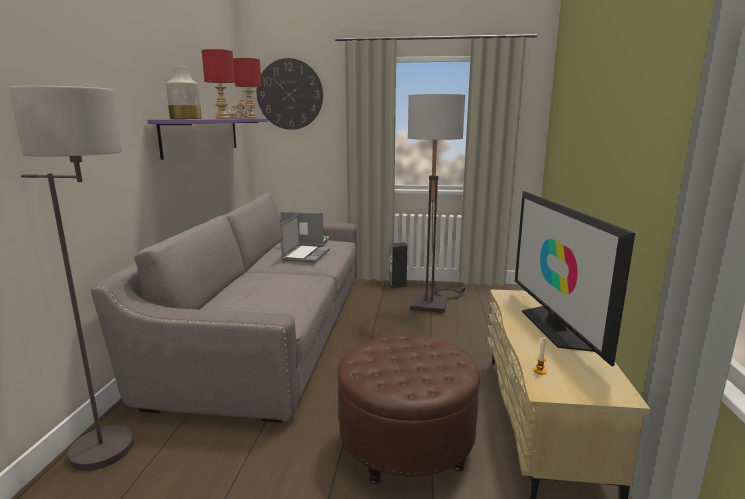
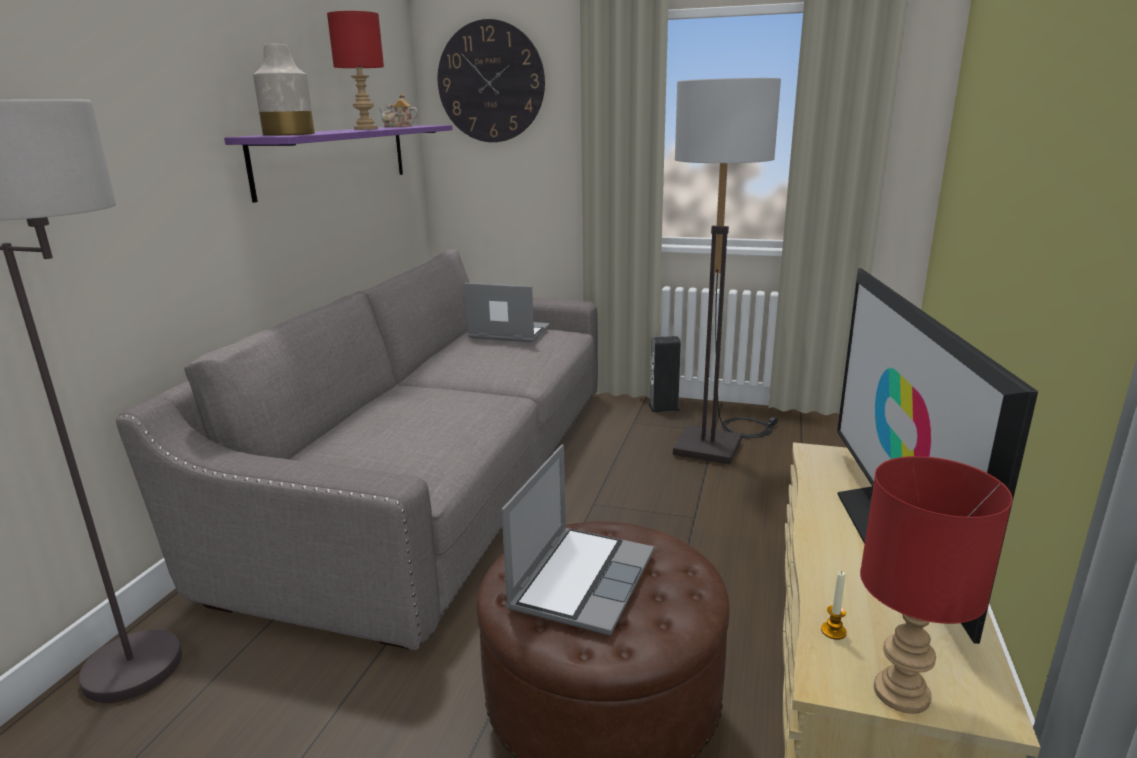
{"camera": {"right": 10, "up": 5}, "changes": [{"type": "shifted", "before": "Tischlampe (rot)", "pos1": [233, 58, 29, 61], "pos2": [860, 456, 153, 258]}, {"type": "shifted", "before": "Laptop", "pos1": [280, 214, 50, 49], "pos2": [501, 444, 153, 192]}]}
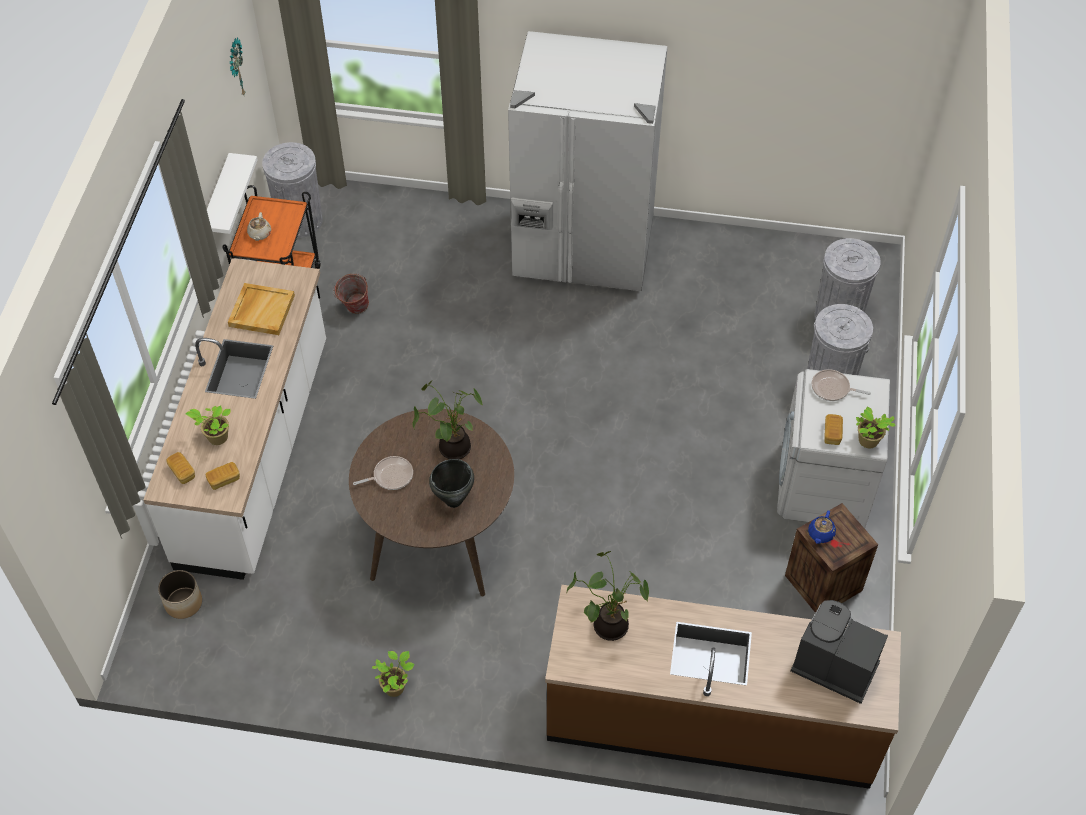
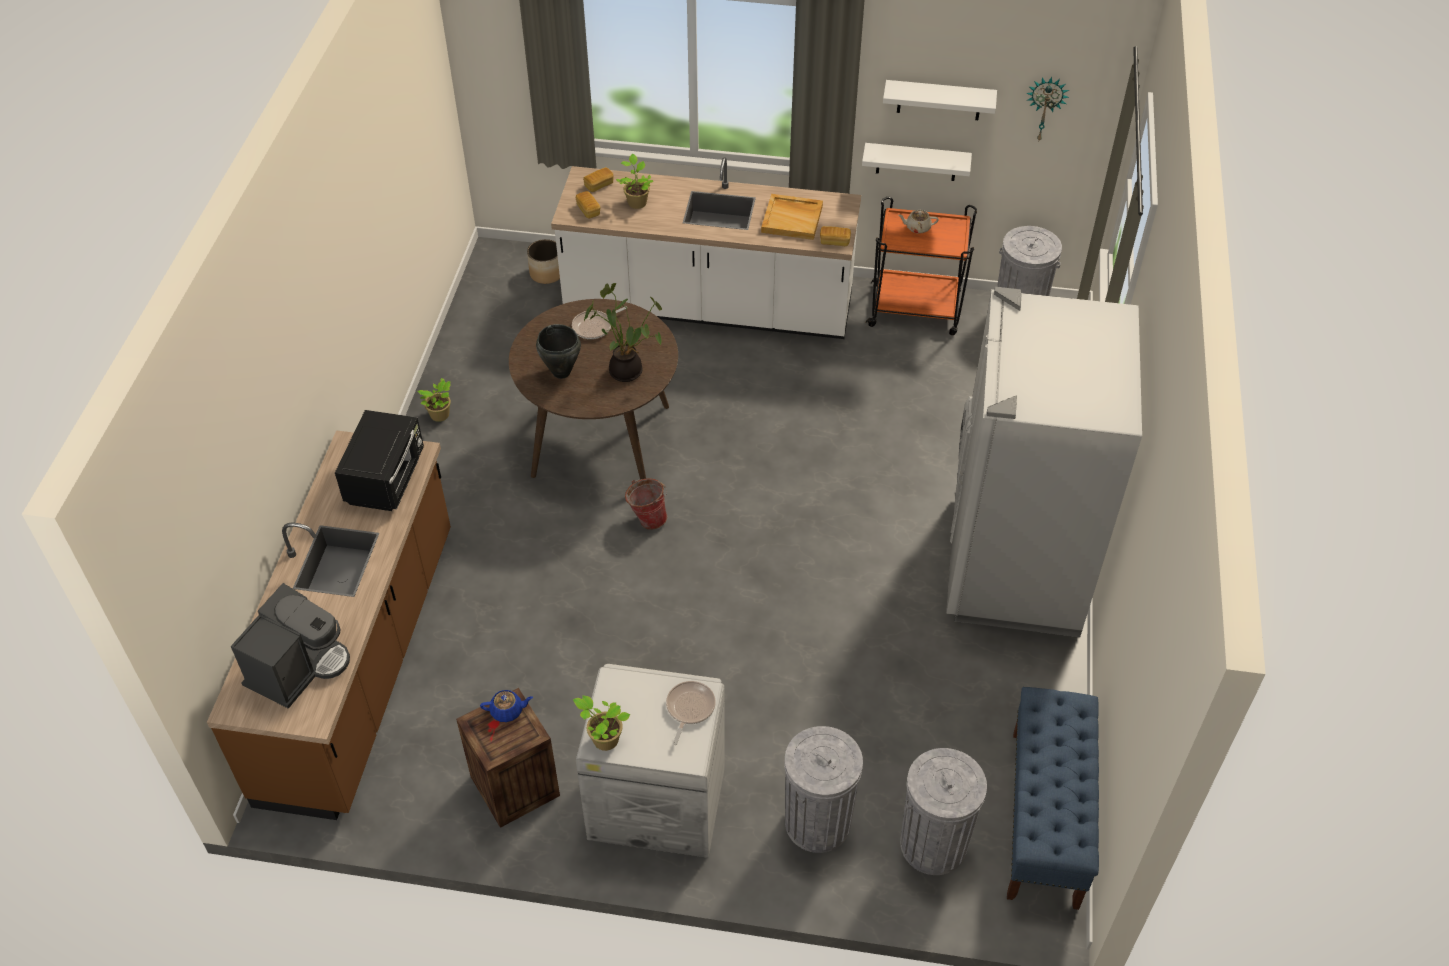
{"camera": {"right": 90, "up": -5}, "changes": [{"type": "new", "after": "Wandregal (weiß)", "pos2": [883, 80, 114, 40]}, {"type": "new", "after": "Bank (blau)", "pos2": [1007, 687, 92, 223]}, {"type": "shifted", "before": "Eimer", "pos1": [333, 273, 36, 41], "pos2": [625, 478, 42, 52]}, {"type": "shifted", "before": "Brot", "pos1": [824, 414, 19, 31], "pos2": [820, 226, 31, 20]}, {"type": "swapped", "before": "Topfpflanze", "after": "Mikrowelle (schwarz)", "pos1": [566, 551, 83, 90], "pos2": [335, 410, 89, 101]}, {"type": "rotated", "before": "Pfanne", "pos1": [353, 456, 60, 34], "pos2": [572, 306, 54, 33], "turn": 75}, {"type": "rotated", "before": "Teekanne (blau)", "pos1": [808, 510, 28, 34], "pos2": [480, 690, 53, 32], "turn": 150}]}
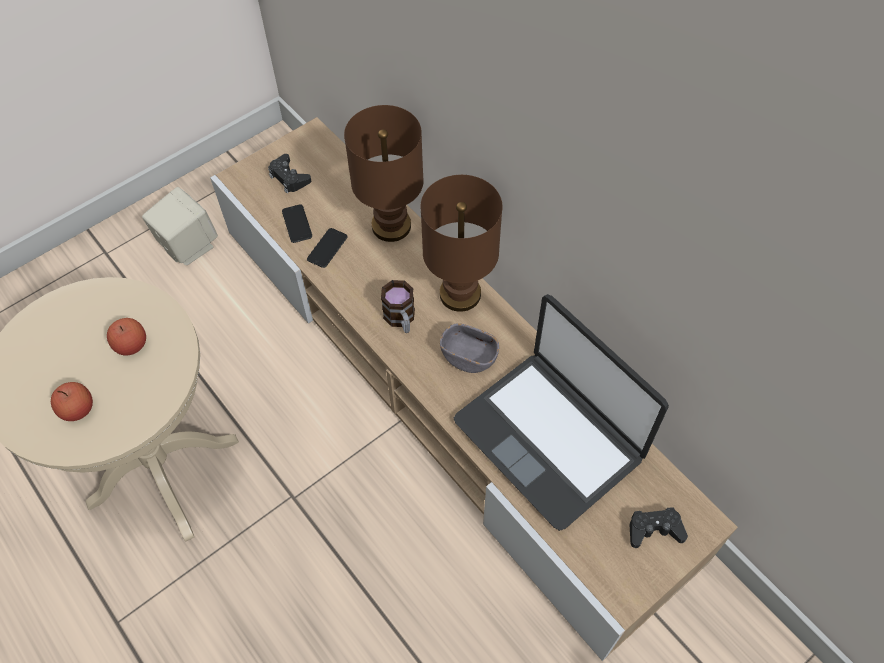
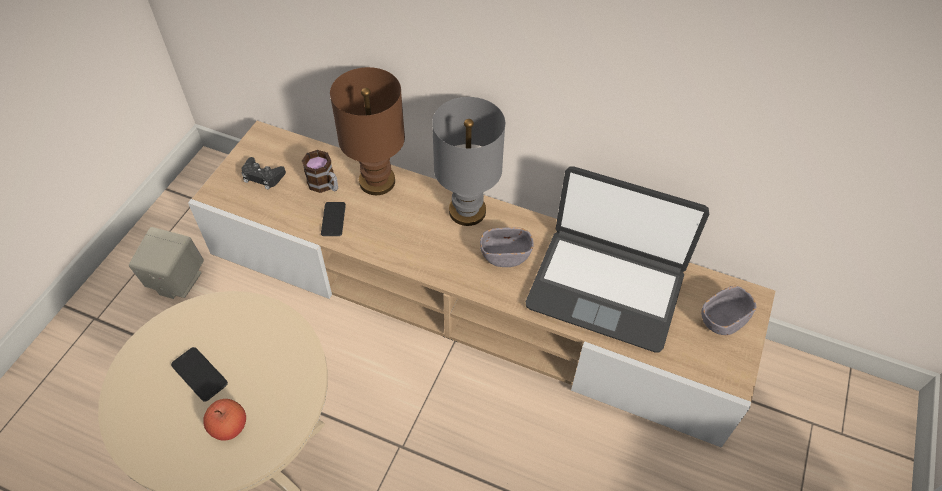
{"camera": {"right": -30, "up": -5}, "changes": [{"type": "gone", "before": "Apfel", "pos1": [107, 318, 39, 38]}, {"type": "shifted", "before": "Handy", "pos1": [282, 204, 30, 39], "pos2": [171, 347, 57, 55]}, {"type": "shifted", "before": "Henkelbecher", "pos1": [381, 280, 34, 53], "pos2": [302, 150, 36, 43]}, {"type": "swapped", "before": "Gamepad (schwarz)", "after": "Schüssel (grau)", "pos1": [629, 507, 59, 41], "pos2": [701, 286, 55, 49]}, {"type": "repainted", "before": "Tischlampe (braun)", "after": "Tischlampe (grau)", "pos1": [420, 175, 82, 137], "pos2": [432, 97, 73, 129]}]}
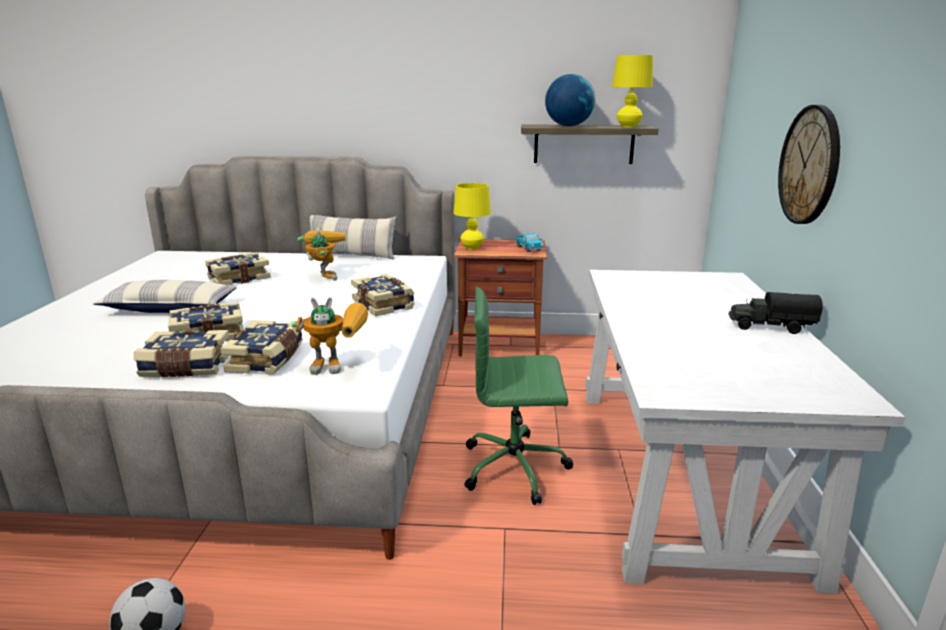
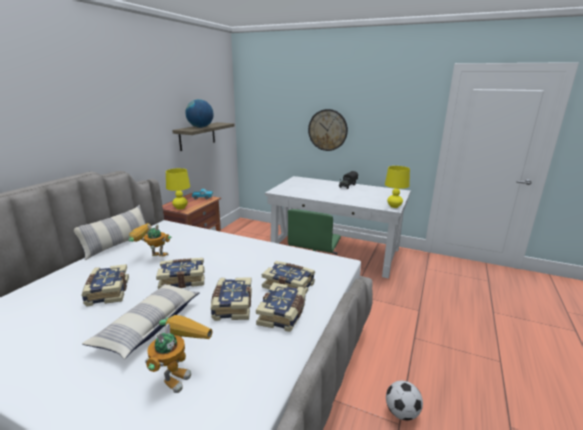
{"camera": {"right": -70, "up": 0}, "changes": [{"type": "shifted", "before": "Spielzeugroboter", "pos1": [291, 297, 77, 78], "pos2": [145, 315, 67, 78]}, {"type": "shifted", "before": "Buch", "pos1": [351, 274, 64, 42], "pos2": [156, 258, 49, 31]}, {"type": "shifted", "before": "Tischlampe (gelb)", "pos1": [612, 55, 41, 72], "pos2": [385, 166, 25, 42]}]}
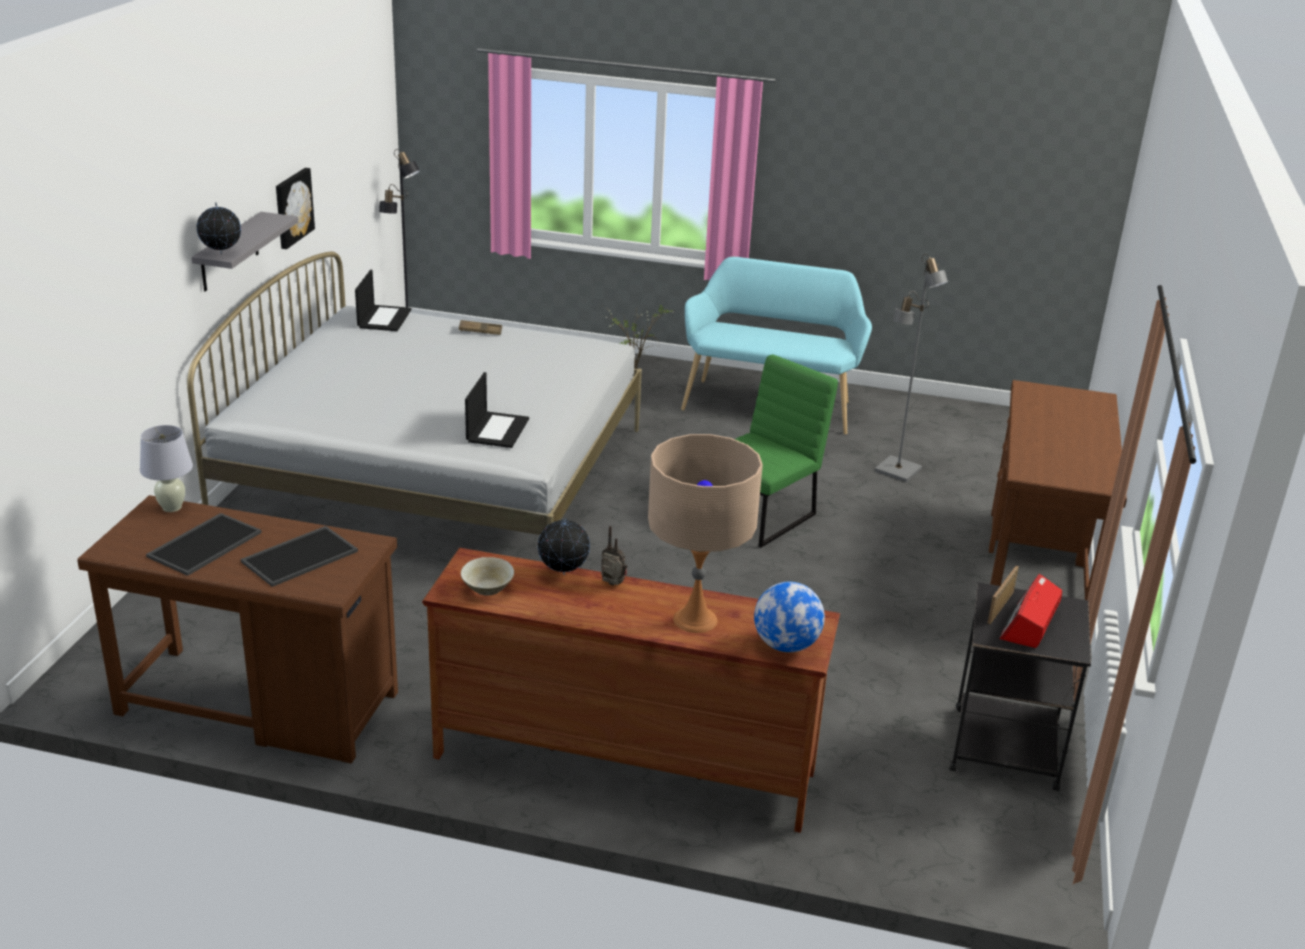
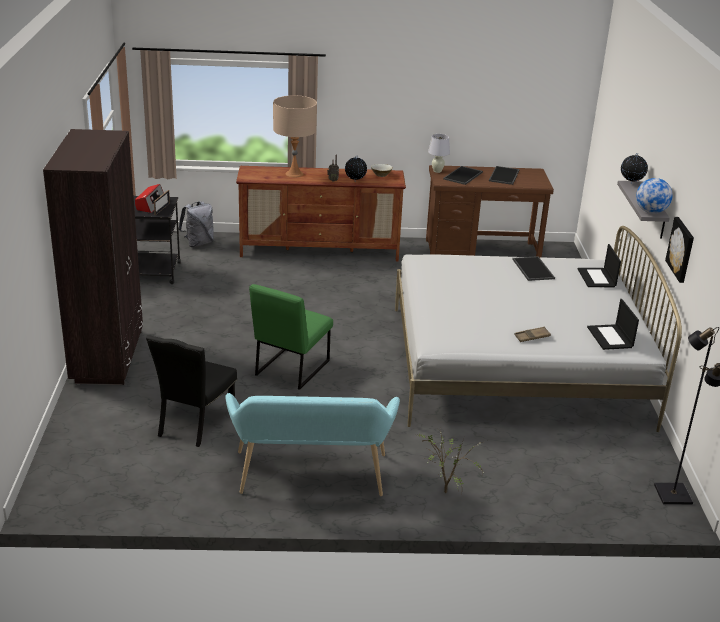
{"camera": {"right": 165, "up": 0}, "changes": [{"type": "new", "after": "Rucksack (grau)", "pos2": [178, 201, 36, 46]}, {"type": "new", "after": "Tablett", "pos2": [512, 256, 43, 25]}, {"type": "shifted", "before": "Tischlampe (weiß)", "pos1": [140, 425, 53, 87], "pos2": [428, 134, 22, 39]}, {"type": "shifted", "before": "Laptop", "pos1": [465, 372, 64, 76], "pos2": [578, 244, 43, 43]}, {"type": "shifted", "before": "Globus", "pos1": [754, 582, 71, 70], "pos2": [636, 178, 37, 35]}, {"type": "swapped", "before": "Stehlampe (grau)", "after": "Stuhl (schwarz)", "pos1": [875, 254, 73, 228], "pos2": [146, 335, 91, 112]}, {"type": "swapped", "before": "Schreibtisch (braun)", "after": "Kleiderschrank (braun)", "pos1": [989, 380, 138, 220], "pos2": [43, 129, 100, 256]}]}
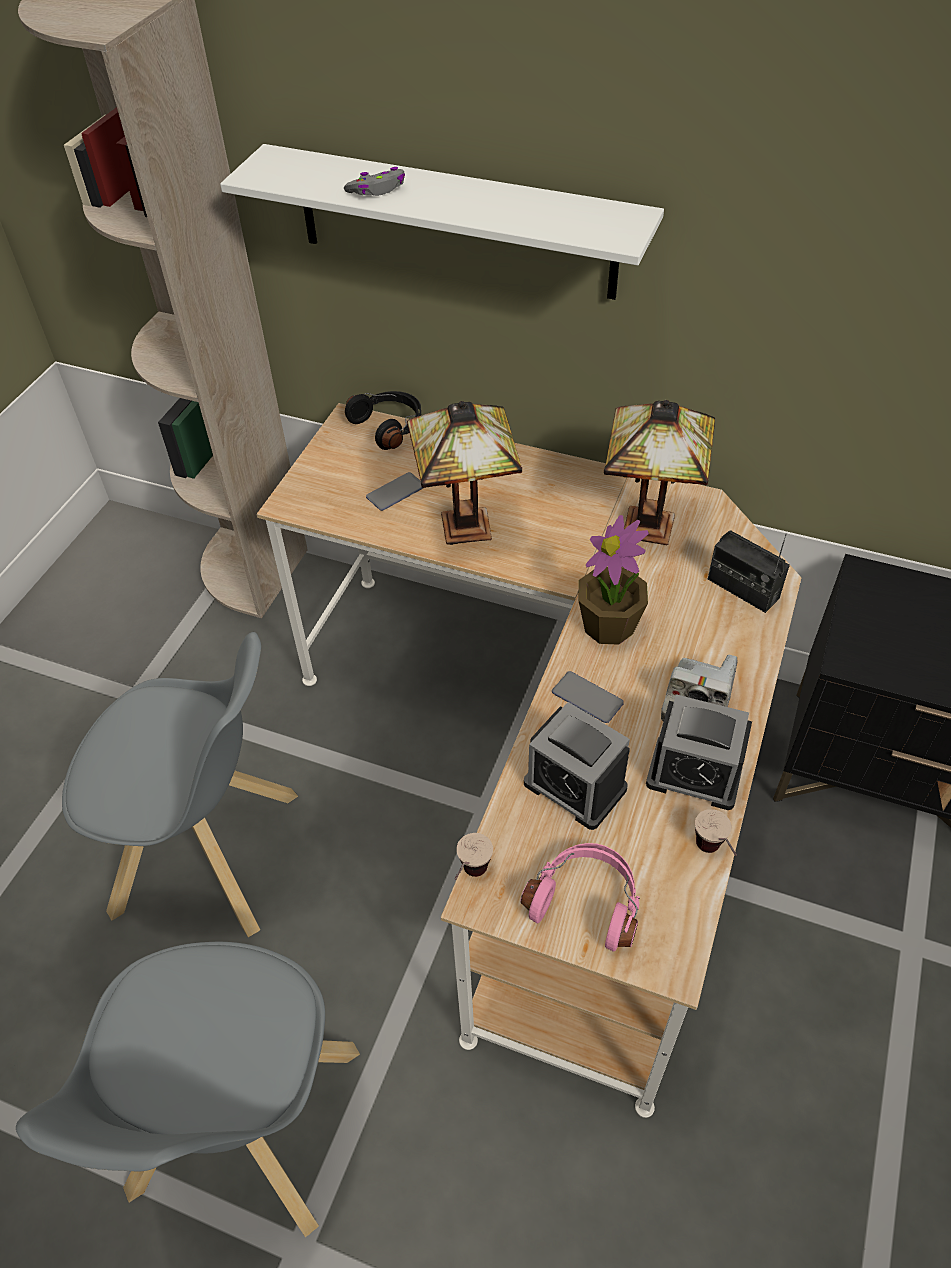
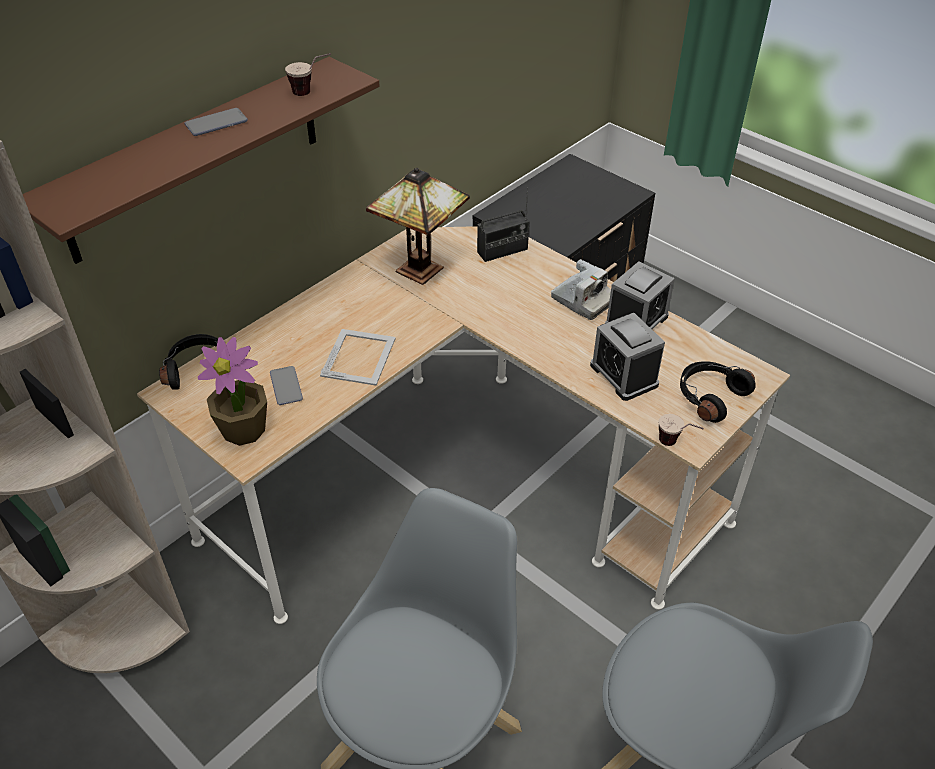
{"camera": {"right": -70, "up": -5}, "changes": [{"type": "gone", "before": "Gamepad (grau)", "pos1": [344, 167, 61, 29]}, {"type": "shifted", "before": "Handy", "pos1": [552, 671, 72, 52], "pos2": [184, 108, 64, 28]}, {"type": "shifted", "before": "Topfpflanze", "pos1": [579, 515, 70, 130], "pos2": [198, 337, 69, 109]}, {"type": "shifted", "before": "Tasse", "pos1": [695, 809, 42, 47], "pos2": [285, 53, 46, 43]}, {"type": "swapped", "before": "Tischlampe", "after": "Bilderrahmen", "pos1": [407, 401, 115, 144], "pos2": [320, 329, 76, 57]}, {"type": "repainted", "before": "Wandregal (weiß)", "after": "Wandregal (braun)", "pos1": [220, 144, 444, 156], "pos2": [23, 57, 357, 207]}, {"type": "repainted", "before": "Kopfhörer (rosa)", "after": "Kopfhörer (schwarz)", "pos1": [520, 843, 120, 109], "pos2": [680, 361, 76, 62]}, {"type": "rotated", "before": "Wecker", "pos1": [524, 702, 106, 128], "pos2": [590, 313, 75, 88], "turn": 90}]}
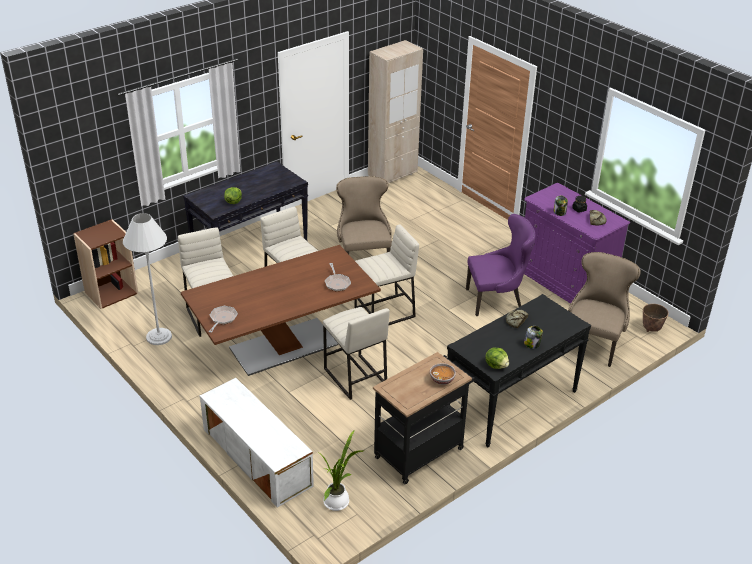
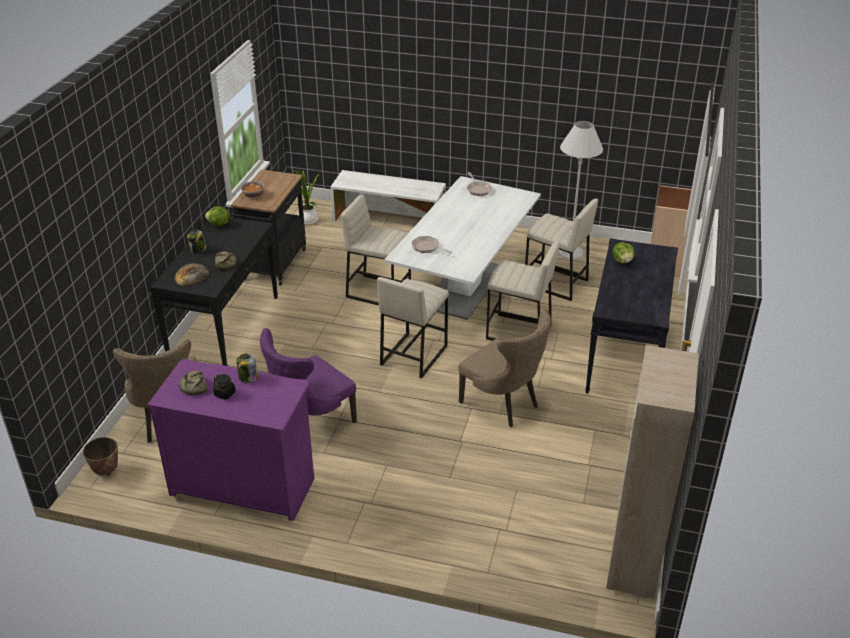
{"camera": {"right": 145, "up": 0}, "changes": [{"type": "new", "after": "Brot", "pos2": [174, 264, 35, 22]}, {"type": "repainted", "before": "Esstisch (braun)", "after": "Esstisch (weiß)", "pos1": [181, 245, 200, 131], "pos2": [384, 176, 157, 144]}]}
